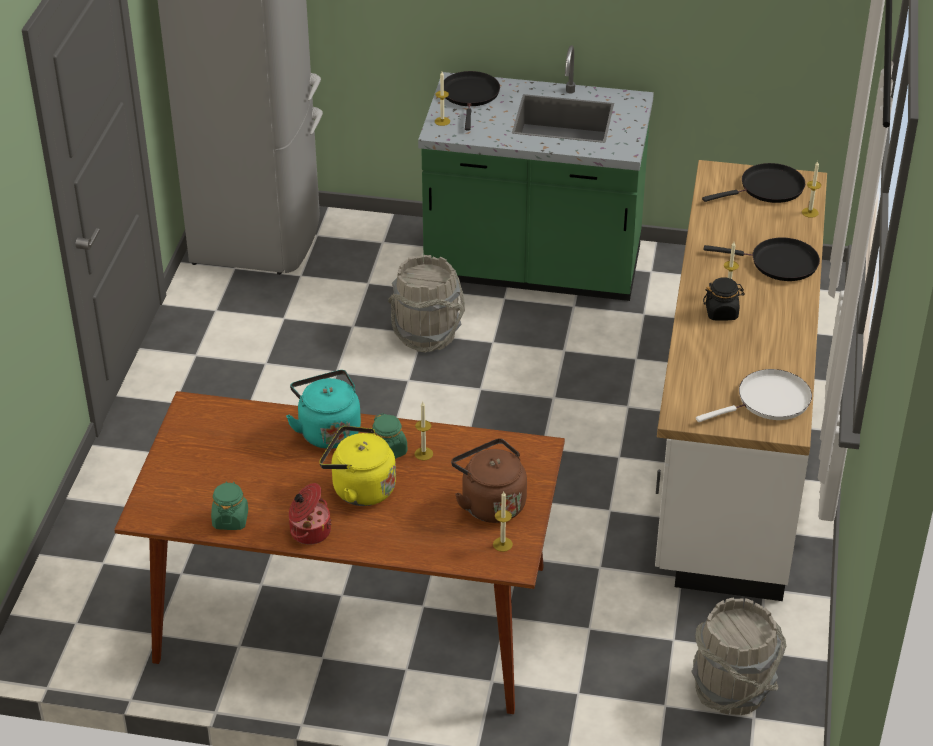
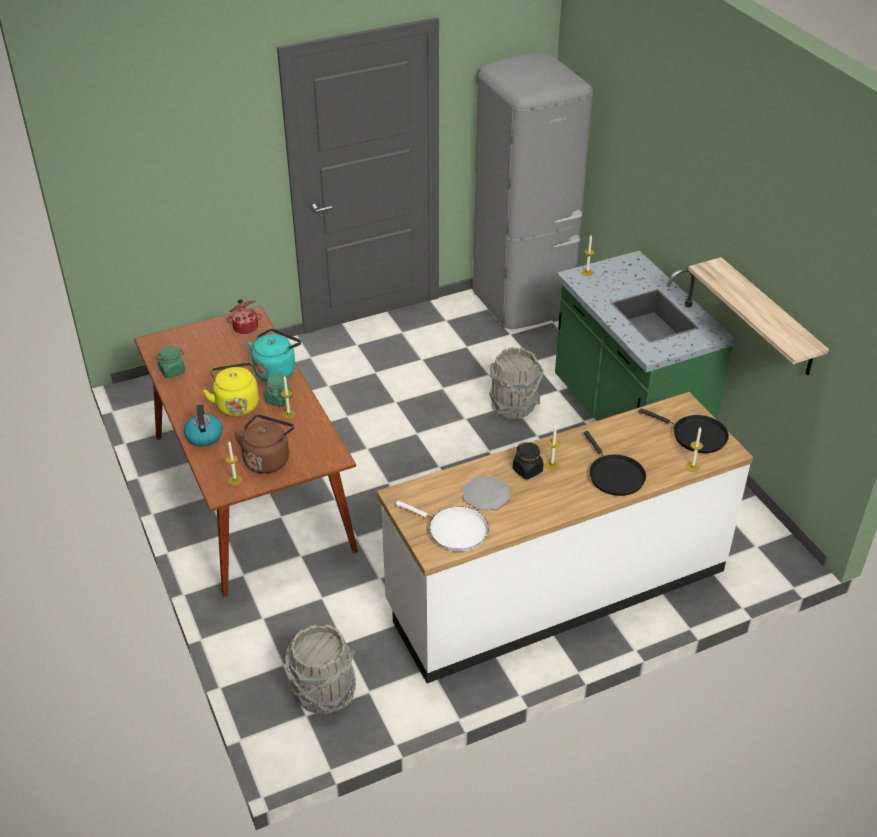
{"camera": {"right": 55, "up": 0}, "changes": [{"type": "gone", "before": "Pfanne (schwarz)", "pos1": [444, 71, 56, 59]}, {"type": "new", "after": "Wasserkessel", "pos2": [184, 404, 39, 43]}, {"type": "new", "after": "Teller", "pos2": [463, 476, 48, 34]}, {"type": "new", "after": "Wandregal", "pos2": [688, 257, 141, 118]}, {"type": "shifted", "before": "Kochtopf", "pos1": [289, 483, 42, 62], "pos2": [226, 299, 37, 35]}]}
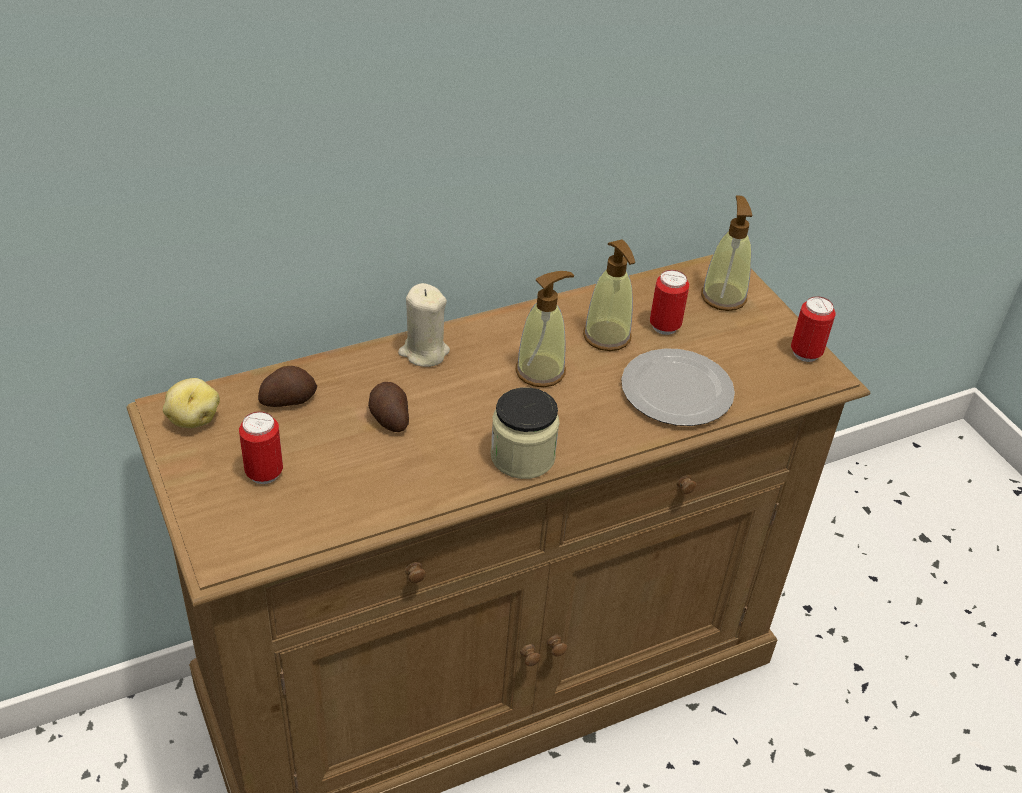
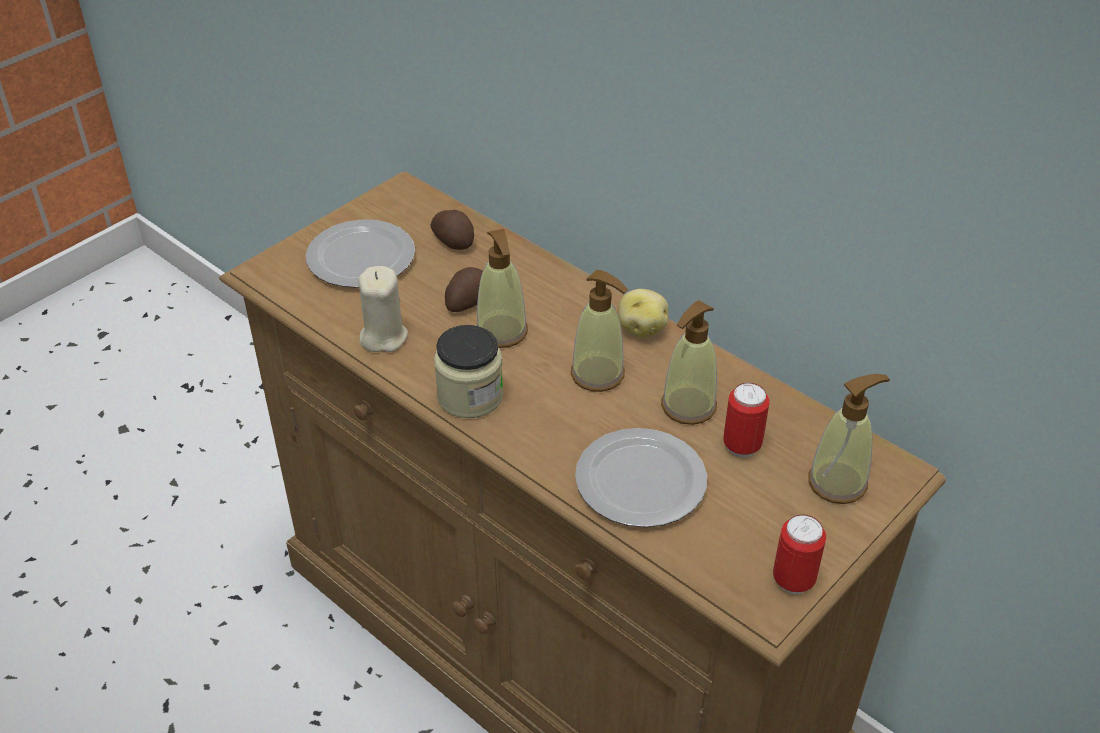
{"camera": {"right": 70, "up": 0}, "changes": [{"type": "new", "after": "Seifenspender", "pos2": [477, 229, 51, 119]}, {"type": "shifted", "before": "Kartoffel", "pos1": [163, 378, 57, 50], "pos2": [618, 289, 51, 49]}, {"type": "shifted", "before": "Kerze (beige)", "pos1": [398, 283, 52, 84], "pos2": [358, 266, 50, 86]}, {"type": "swapped", "before": "Dose", "after": "Teller", "pos1": [239, 411, 44, 73], "pos2": [306, 220, 109, 67]}]}
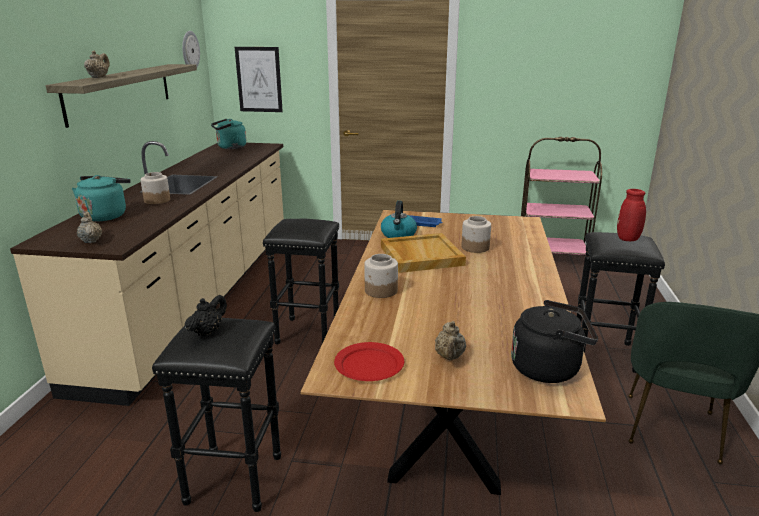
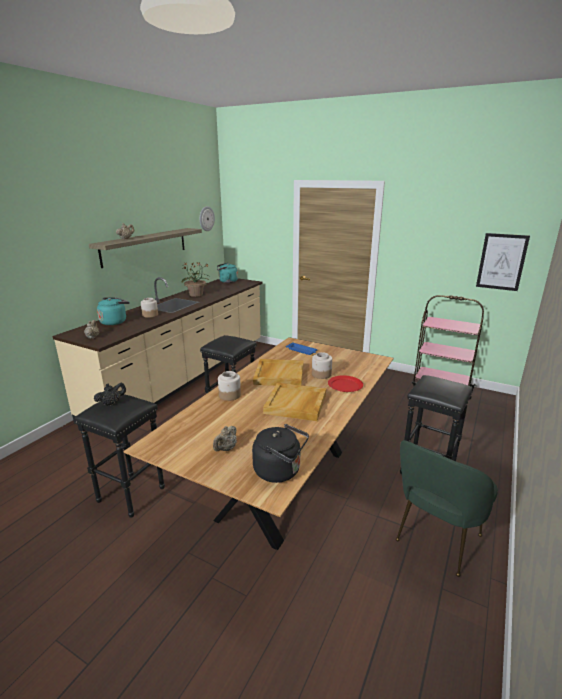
{"camera": {"right": 20, "up": 0}, "changes": [{"type": "gone", "before": "Wasserkessel", "pos1": [381, 201, 36, 37]}, {"type": "gone", "before": "Vase (rot)", "pos1": [617, 189, 29, 52]}, {"type": "new", "after": "Topfpflanze", "pos2": [182, 262, 27, 35]}, {"type": "new", "after": "Tablett (beige)", "pos2": [263, 383, 63, 38]}, {"type": "shifted", "before": "Bild", "pos1": [235, 47, 48, 65], "pos2": [476, 233, 54, 58]}, {"type": "shifted", "before": "Teller (rot)", "pos1": [334, 342, 70, 39], "pos2": [328, 375, 35, 17]}]}
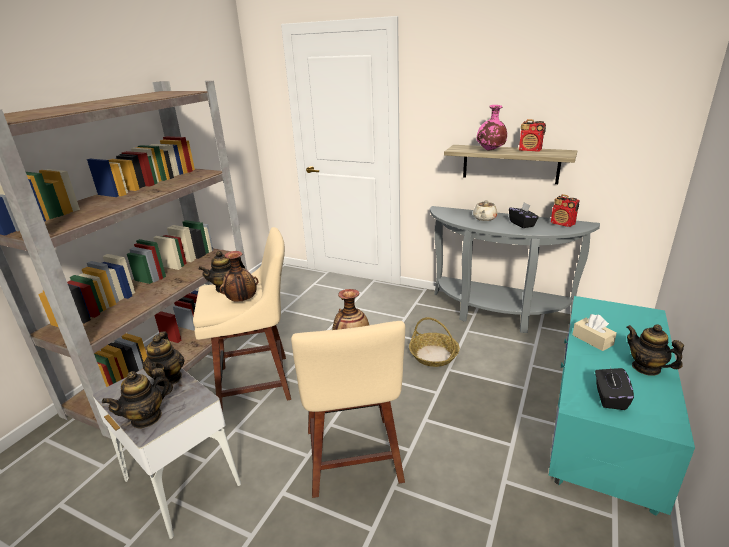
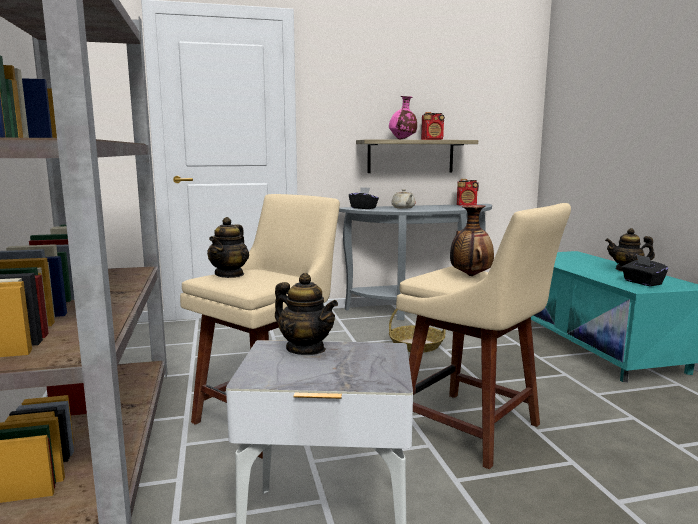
{"camera": {"right": -40, "up": -15}, "changes": [{"type": "gone", "before": "Teekanne", "pos1": [102, 368, 71, 61]}, {"type": "gone", "before": "Vase", "pos1": [220, 251, 38, 50]}, {"type": "gone", "before": "Taschentuchbox (beige)", "pos1": [572, 314, 45, 37]}, {"type": "shifted", "before": "Taschentuchbox (schwarz)", "pos1": [509, 202, 30, 26], "pos2": [349, 187, 30, 22]}]}
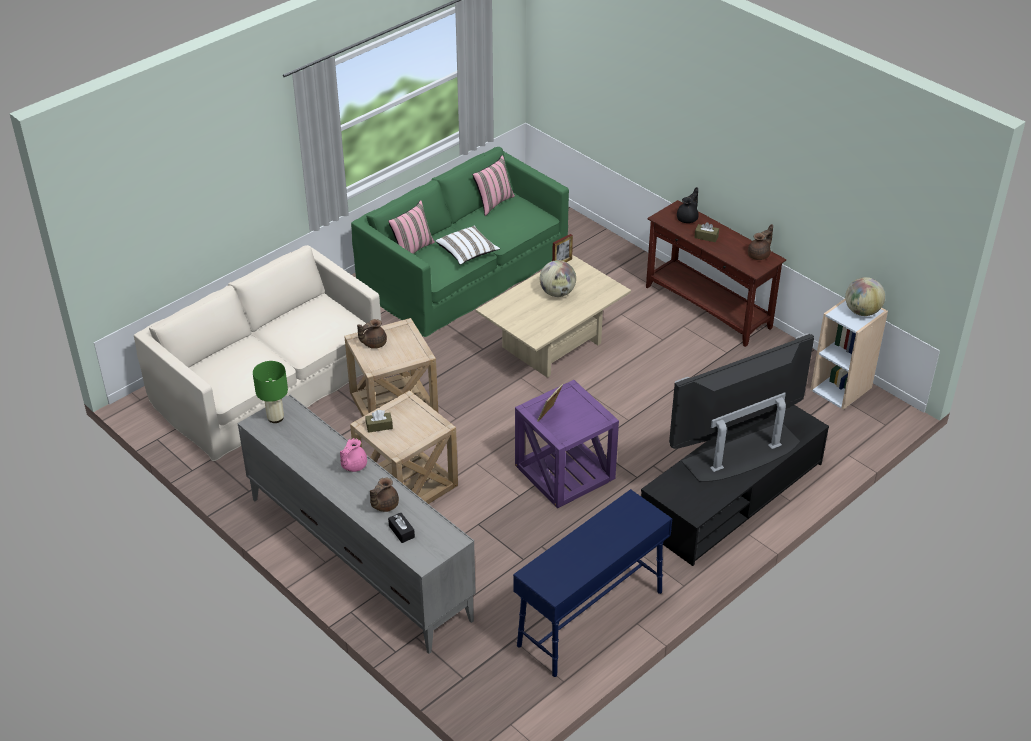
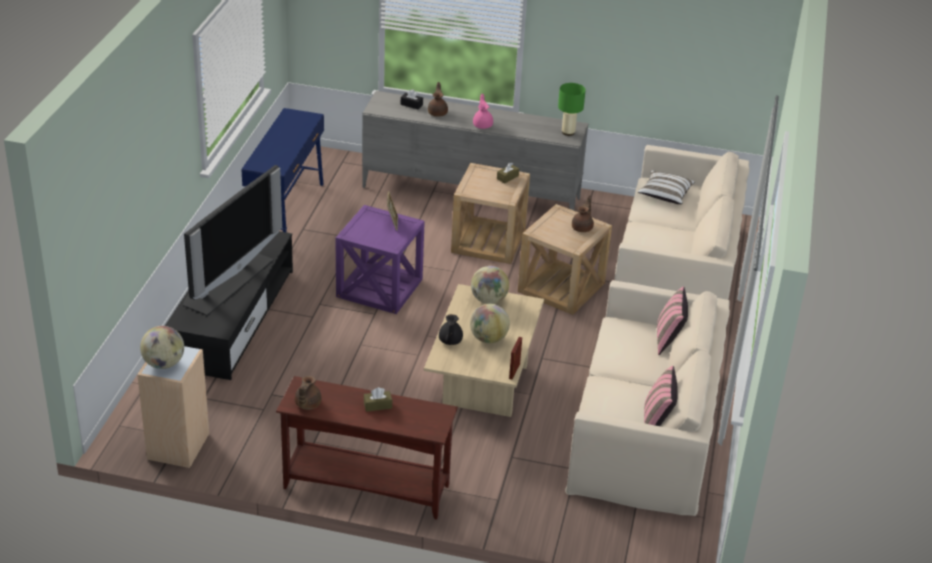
{"camera": {"right": 145, "up": -5}, "changes": [{"type": "new", "after": "Globus", "pos2": [471, 266, 38, 38]}, {"type": "shifted", "before": "Kissen (weiß)", "pos1": [435, 226, 65, 39], "pos2": [638, 170, 56, 34]}, {"type": "shifted", "before": "Teekanne (schwarz)", "pos1": [677, 187, 22, 36], "pos2": [439, 314, 24, 31]}, {"type": "repainted", "before": "Sofa (grün)", "after": "Sofa (beige)", "pos1": [351, 147, 218, 190], "pos2": [565, 280, 165, 236]}]}
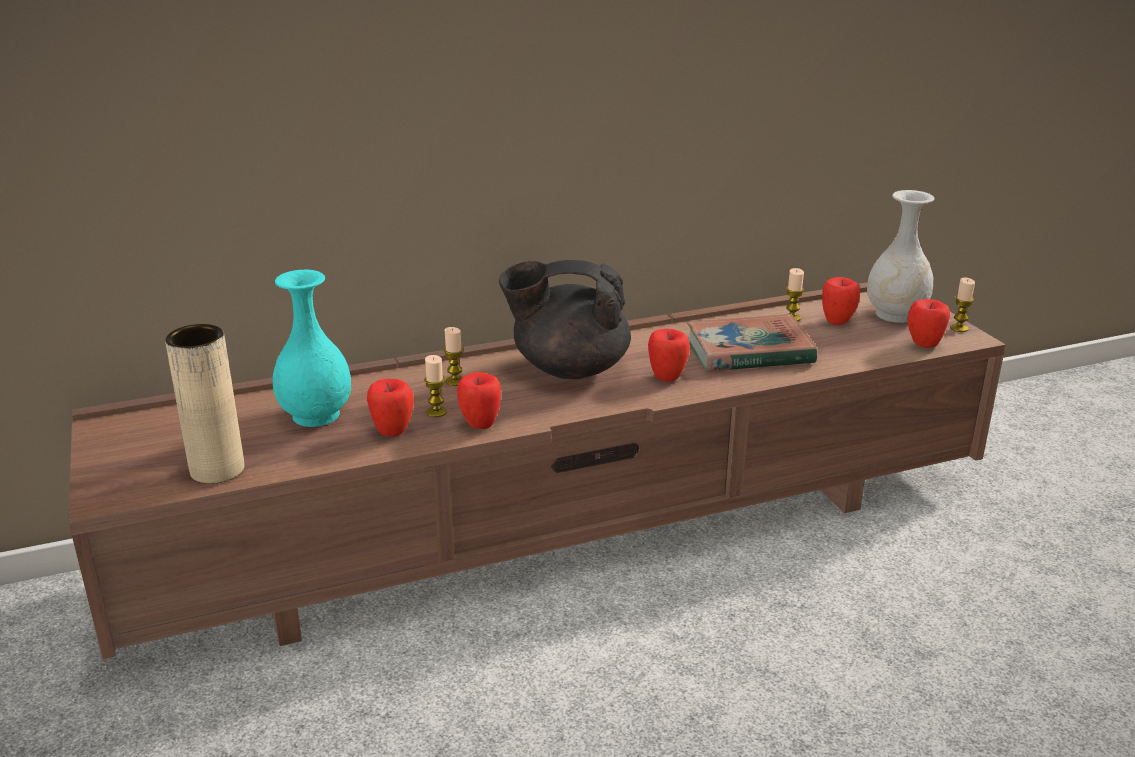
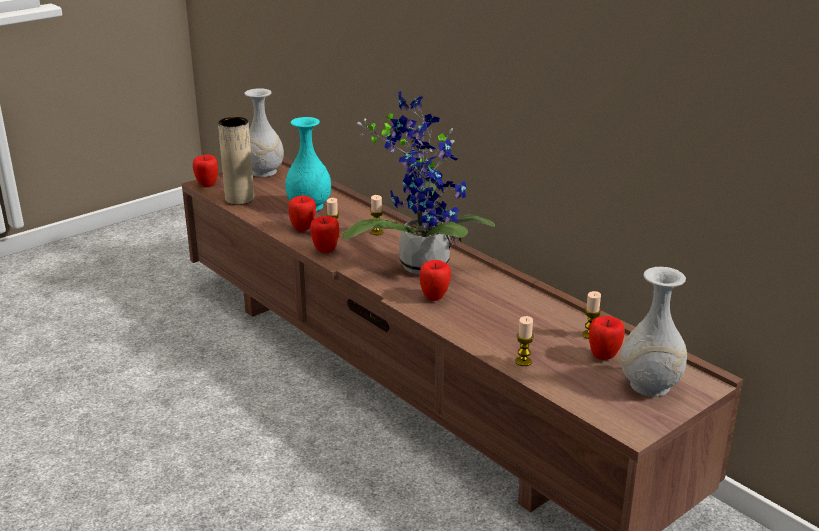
{"camera": {"right": 70, "up": 0}, "changes": [{"type": "gone", "before": "Buch", "pos1": [687, 314, 130, 57]}, {"type": "new", "after": "Vase (weiß)", "pos2": [244, 88, 40, 89]}, {"type": "shifted", "before": "Apfel", "pos1": [908, 299, 42, 49], "pos2": [193, 155, 25, 32]}, {"type": "shifted", "before": "Kerze", "pos1": [950, 277, 25, 55], "pos2": [515, 316, 19, 50]}, {"type": "swapped", "before": "Teekanne (schwarz)", "after": "Topfpflanze", "pos1": [499, 260, 132, 119], "pos2": [342, 91, 153, 183]}]}
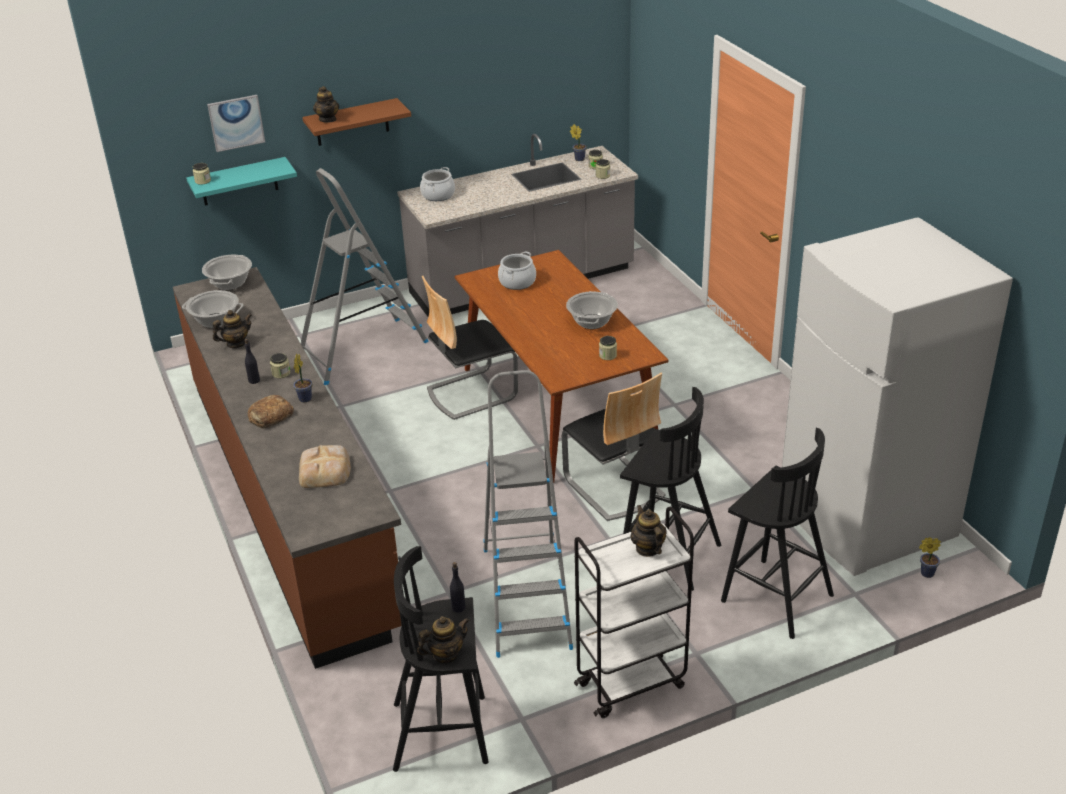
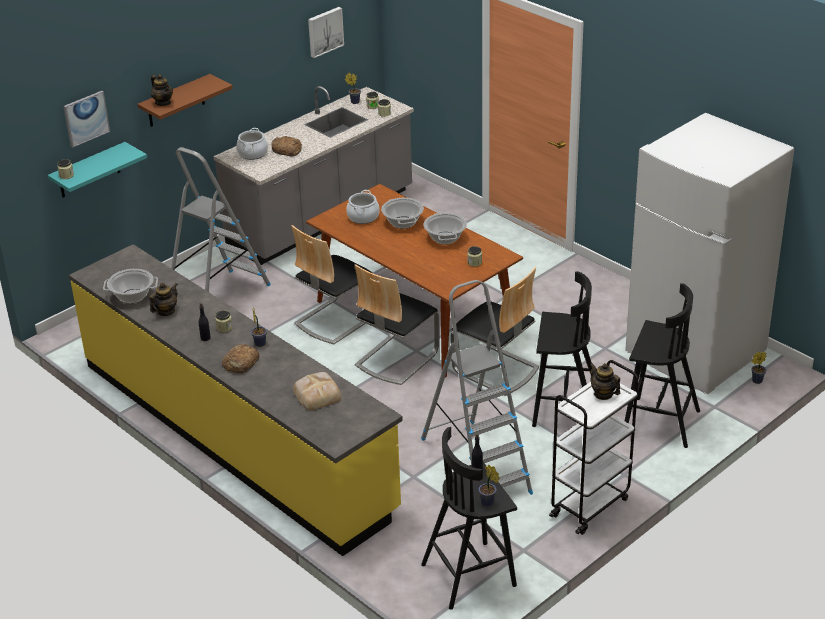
{"camera": {"right": -20, "up": 0}, "changes": [{"type": "new", "after": "Brot", "pos2": [272, 136, 30, 21]}, {"type": "new", "after": "Bild", "pos2": [308, 7, 36, 51]}, {"type": "new", "after": "Stuhl", "pos2": [355, 264, 84, 121]}, {"type": "shifted", "before": "Kochtopf", "pos1": [202, 255, 50, 35], "pos2": [381, 197, 43, 32]}, {"type": "swapped", "before": "Teekanne", "after": "Topfpflanze", "pos1": [417, 616, 53, 47], "pos2": [479, 464, 21, 43]}, {"type": "repainted", "before": "Küchenzeile (braun)", "after": "Küchenzeile (gelb)", "pos1": [173, 267, 229, 402], "pos2": [69, 244, 334, 312]}]}
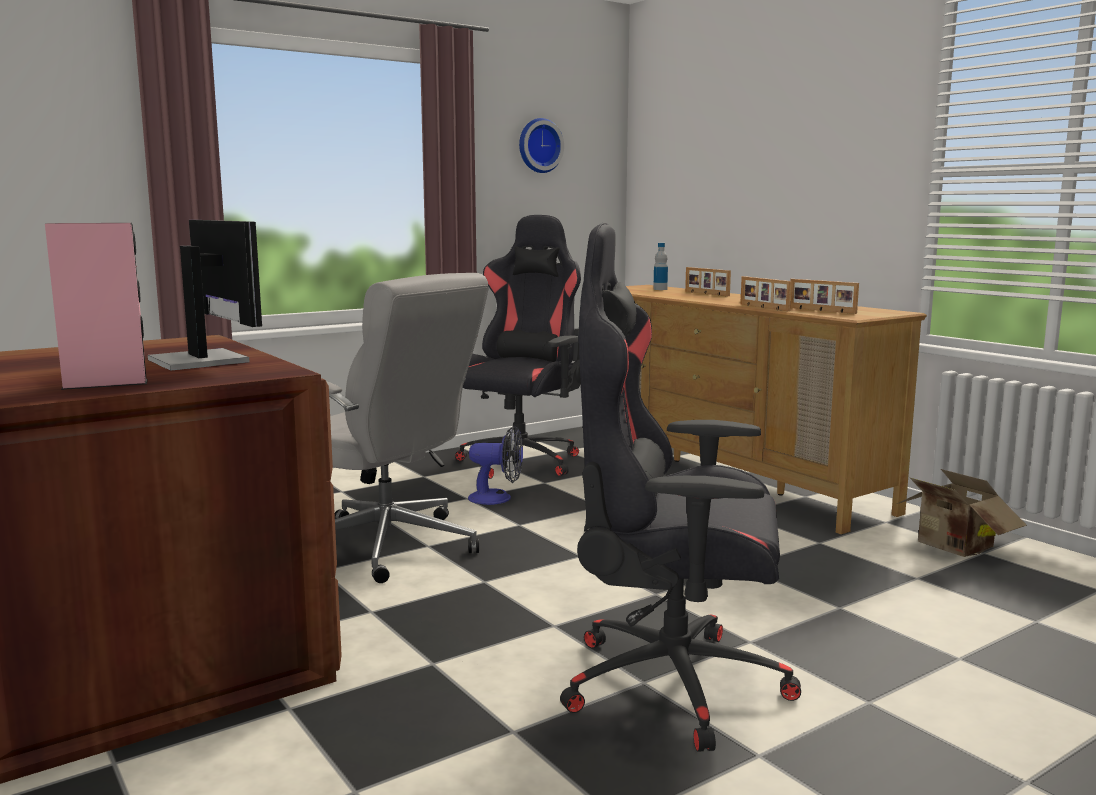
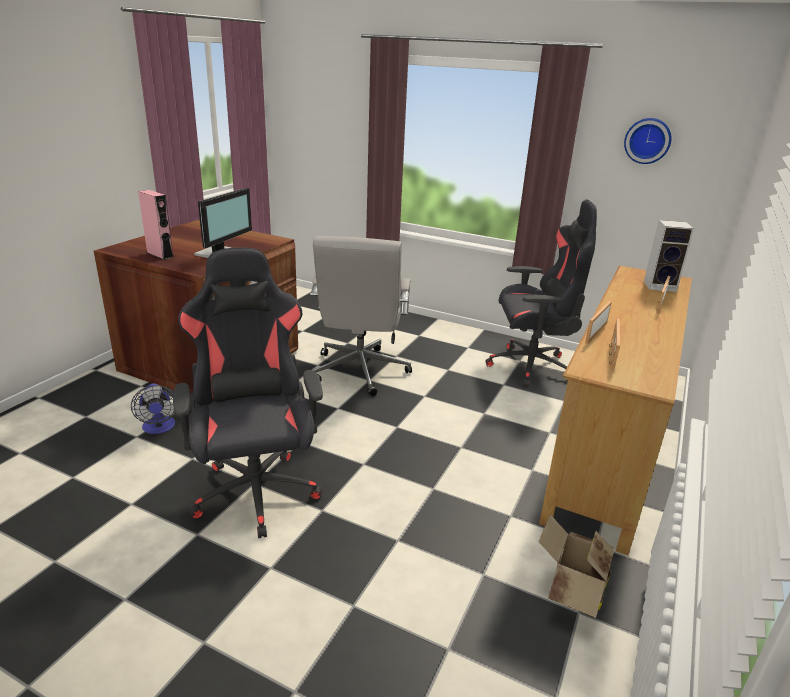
{"camera": {"right": 60, "up": 15}, "changes": [{"type": "shifted", "before": "Ventilator", "pos1": [468, 426, 55, 79], "pos2": [131, 383, 44, 51]}, {"type": "swapped", "before": "Flasche", "after": "Lautsprecher", "pos1": [653, 243, 15, 47], "pos2": [644, 220, 50, 72]}]}
